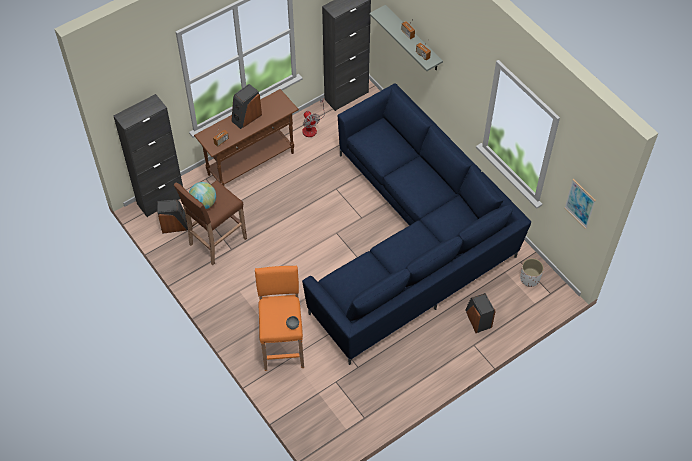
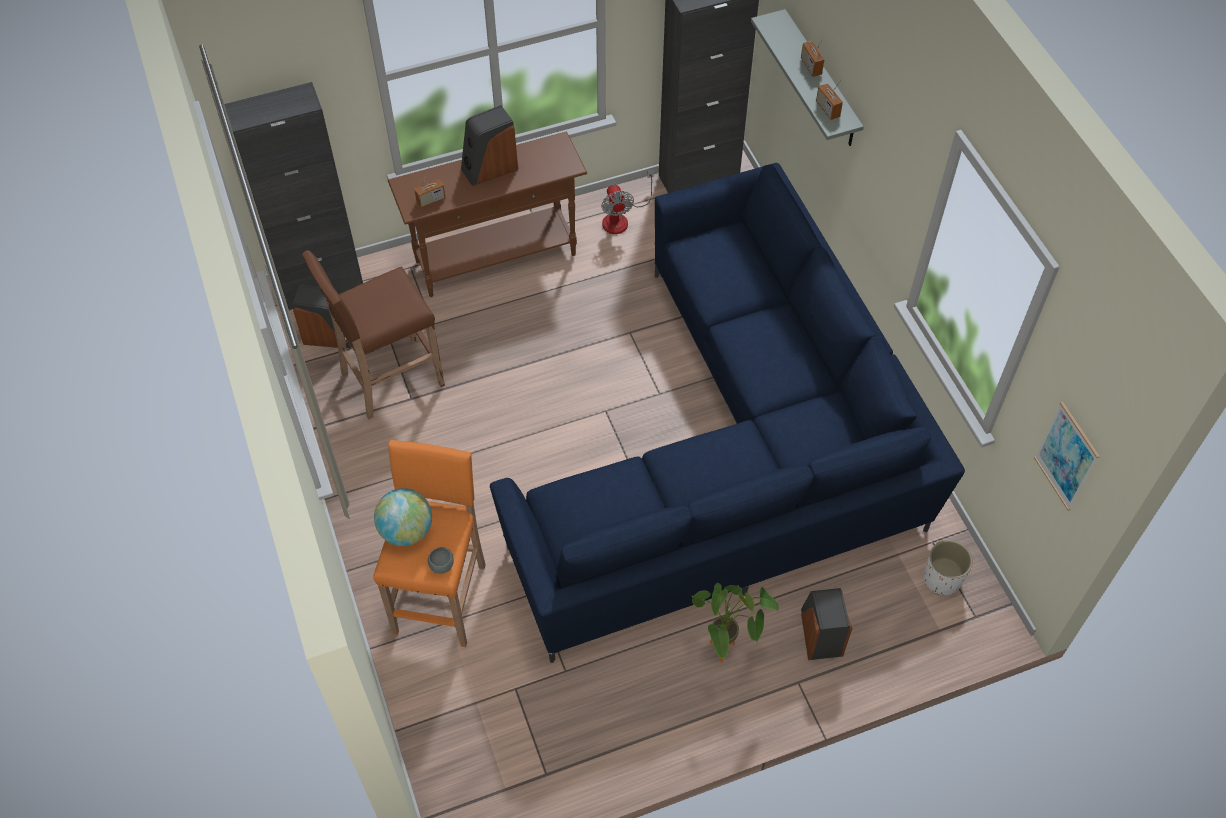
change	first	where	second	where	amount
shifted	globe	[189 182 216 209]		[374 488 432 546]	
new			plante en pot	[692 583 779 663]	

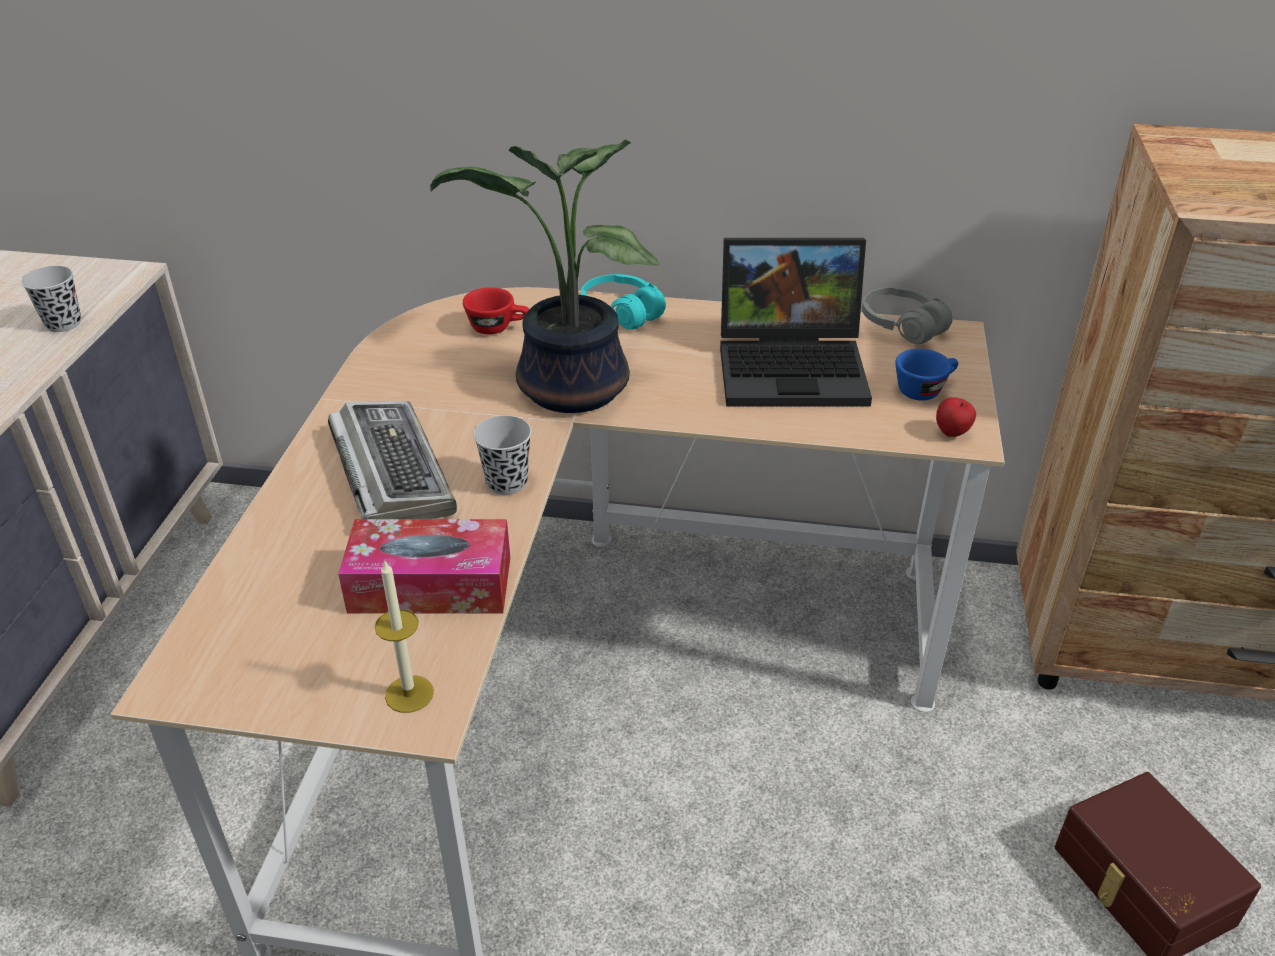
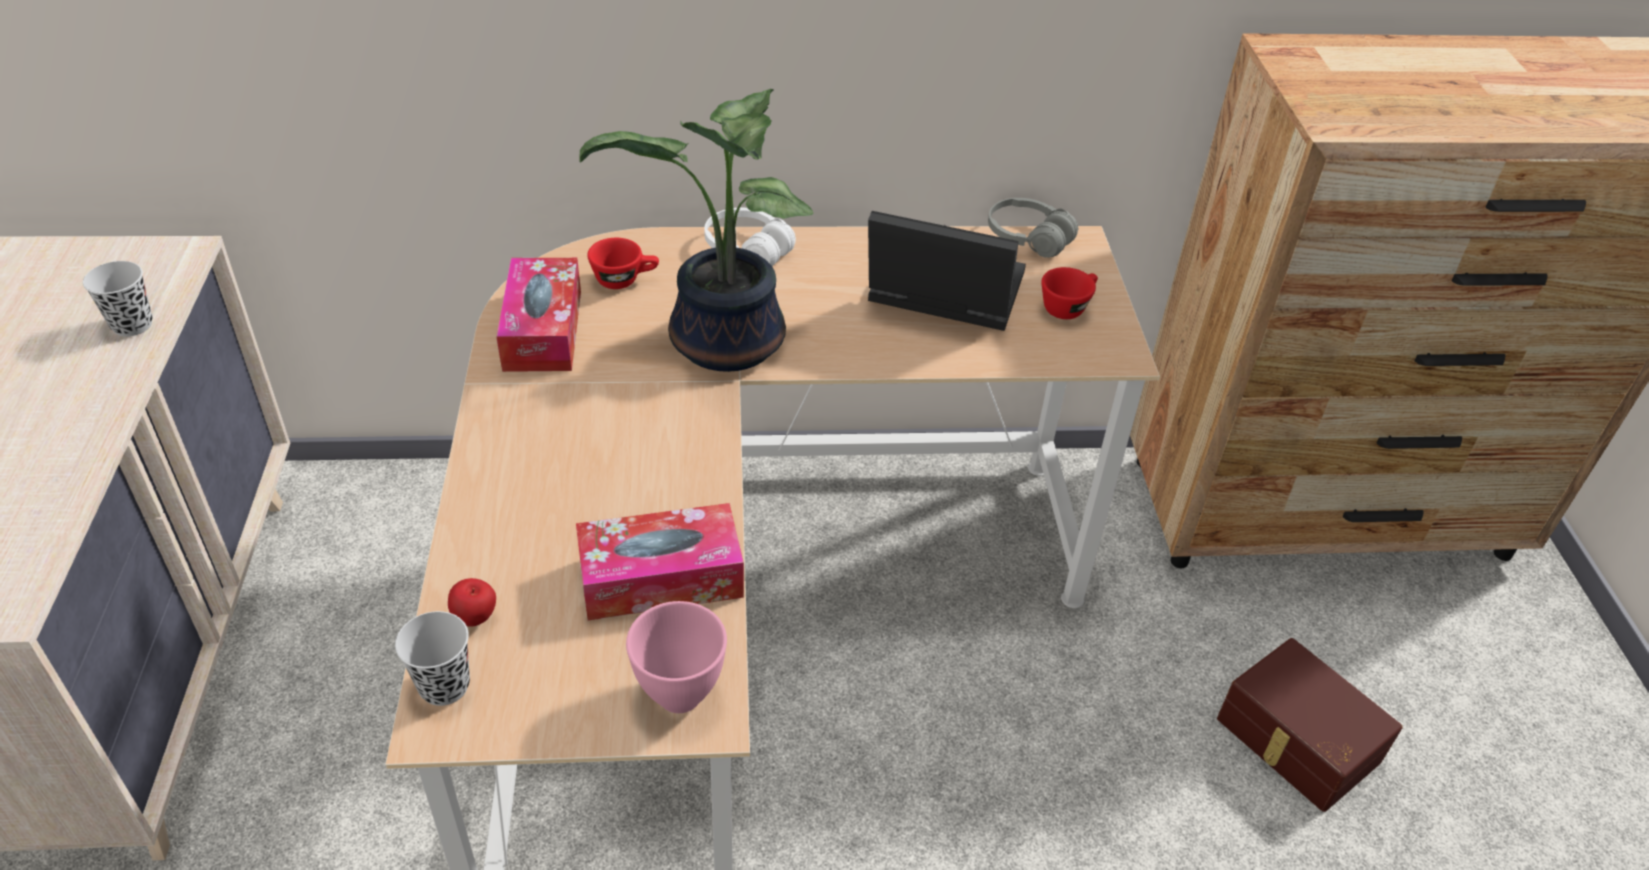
change	first	where	second	where	amount
gone	clavier	[328 401 457 519]			
swapped	bougie	[375 561 434 713]	bol [rose]	[626 601 727 713]	
shifted	tasse [noir]	[473 415 532 495]		[395 611 470 706]	
repainted	casque audio [turquoise]	[581 274 666 330]	casque audio [blanc]	[704 208 796 266]	
rotated	ordinateur portable	[720 238 872 406]		[868 211 1026 331]	150 degrees counterclockwise
repainted	tasse [bleu]	[895 349 958 401]	tasse [rouge]	[1042 267 1098 319]	
shifted	pomme	[936 397 976 437]		[448 578 496 627]	
new			boîte à mouchoirs	[496 258 581 372]	

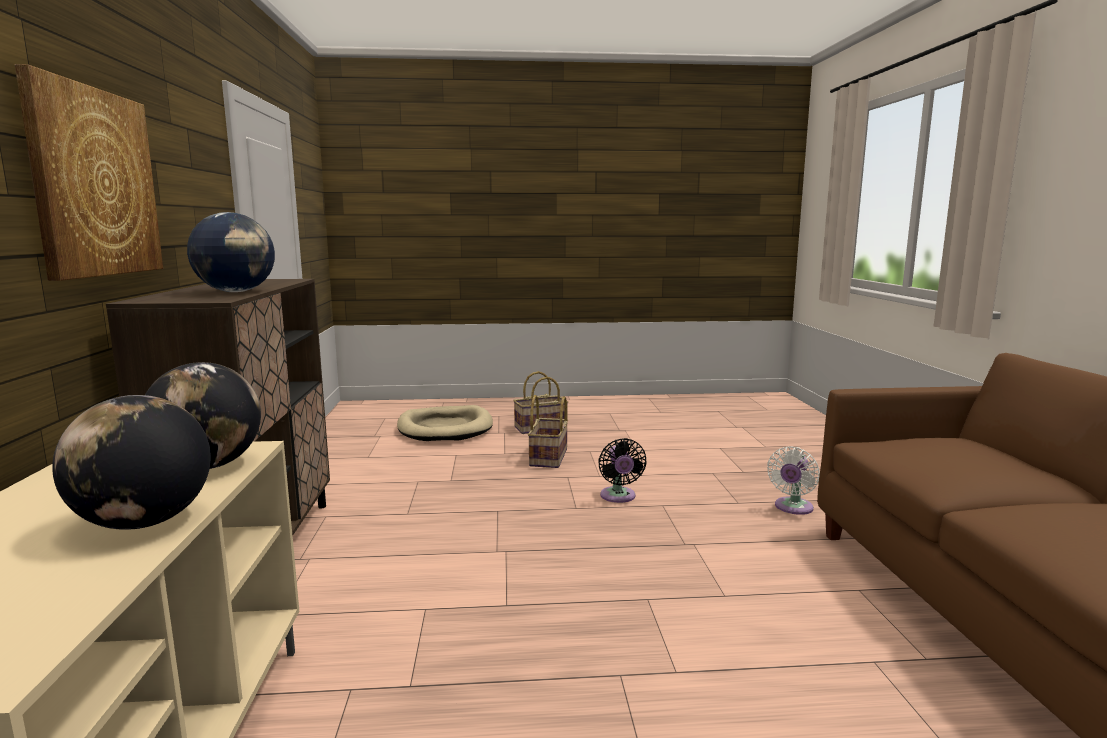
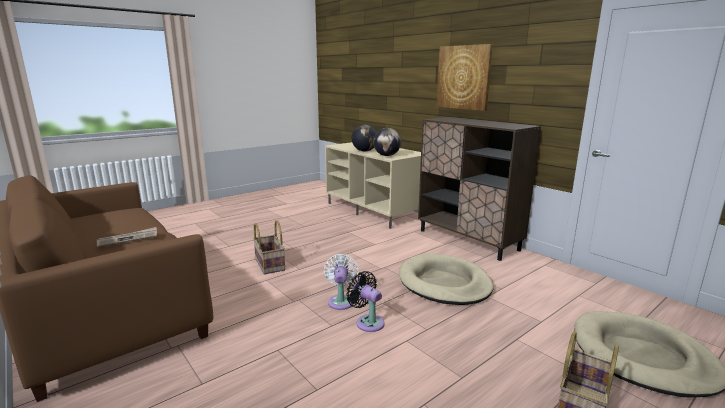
change	first	where	second	where	amount
gone	globe	[187 212 275 292]			
shifted	panier	[528 395 568 468]		[253 220 285 274]	
shifted	ventilateur [blanc]	[767 447 820 515]		[324 254 359 310]	
new			journal	[97 227 157 247]	
new			panier pour chien [beige]	[399 254 494 305]	

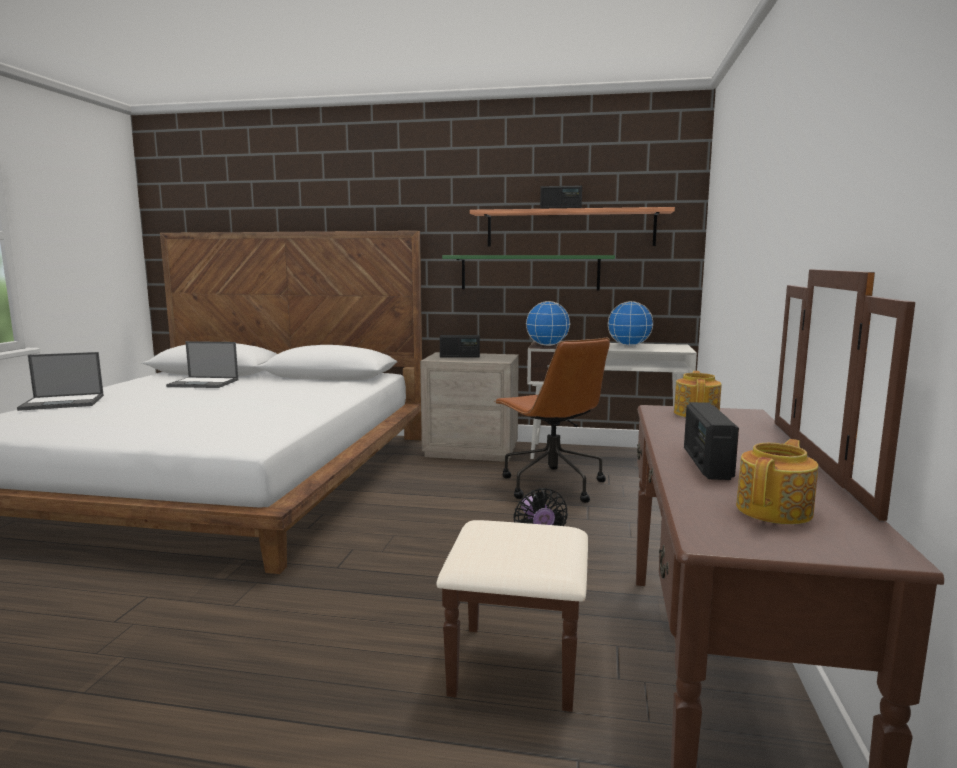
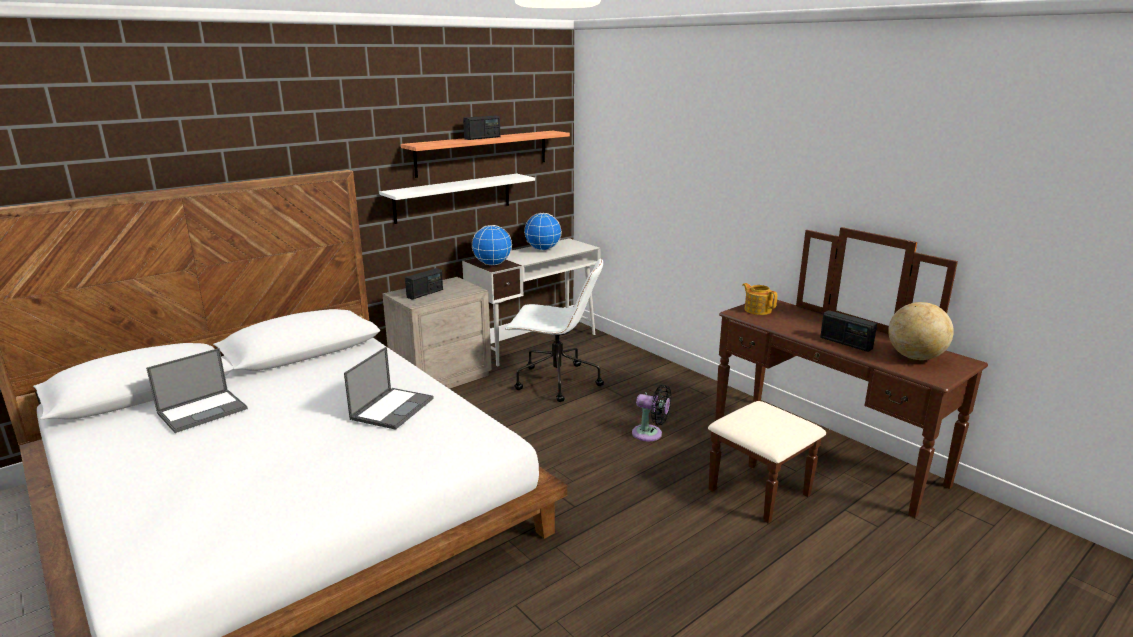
change	first	where	second	where	amount
shifted	ordinateur portable	[17 352 104 411]		[344 347 434 430]	
repainted	étagère [vert]	[442 255 615 290]	étagère [blanc]	[379 174 535 224]	
repainted	chaise de bureau [marron]	[494 338 610 503]	chaise de bureau [blanc]	[505 258 604 402]	
swapped	théière	[736 439 819 524]	globe	[888 302 954 360]	

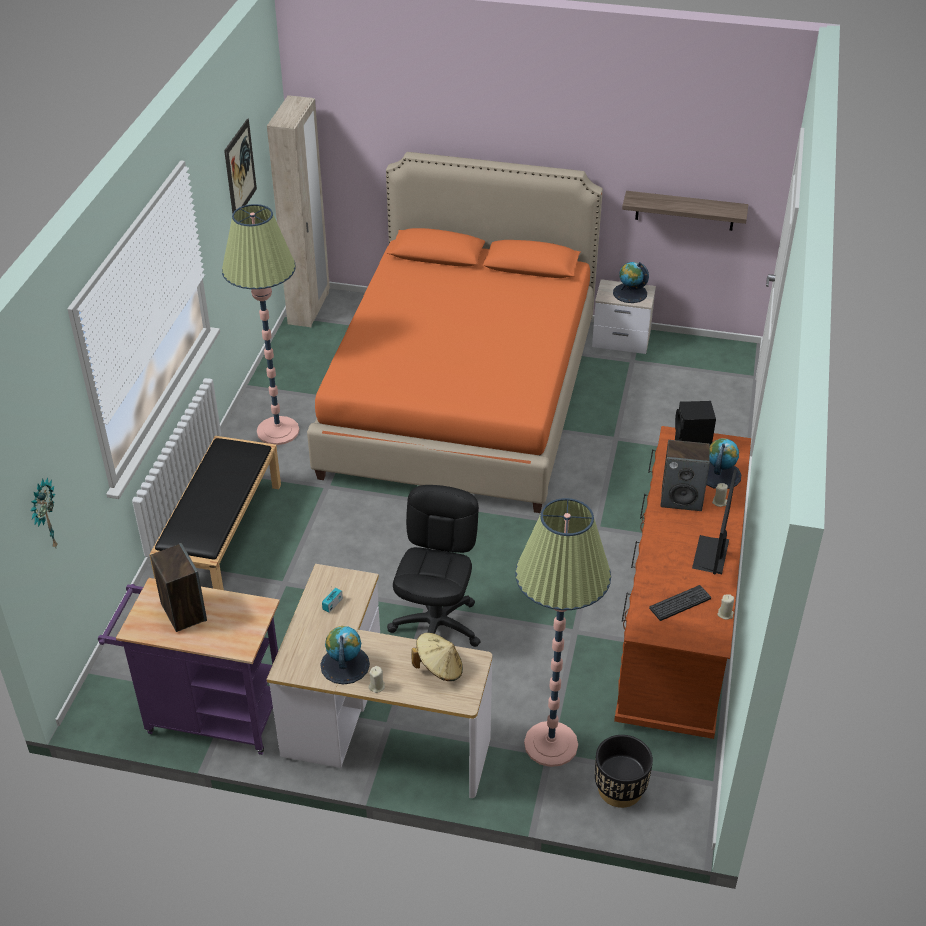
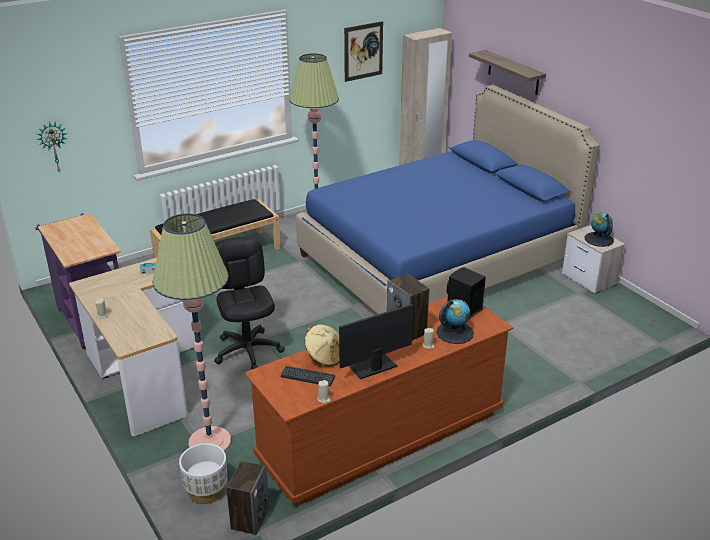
change	first	where	second	where	amount
shifted	enceinte	[150 543 207 632]		[226 461 269 535]	
repainted	lit [orange]	[307 152 603 513]	lit [bleu]	[296 85 600 314]	
gone	globe	[320 626 370 685]			
rotated	chaise de bureau [noir]	[387 485 480 647]		[214 237 285 370]	75 degrees counterclockwise
shifted	chapeau [beige]	[412 633 463 681]		[305 324 339 367]	
repainted	cache-pot [noir]	[595 735 653 808]	cache-pot [blanc]	[179 443 227 504]	
shifted	étagère	[622 191 748 231]		[469 50 546 95]	

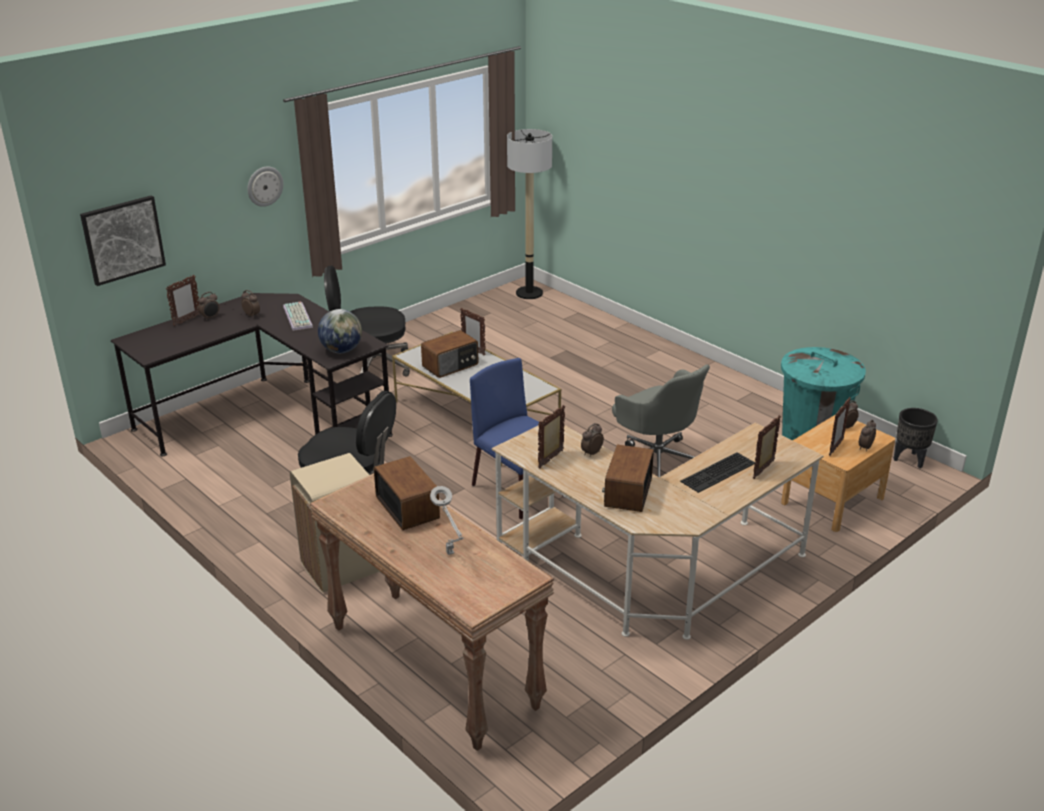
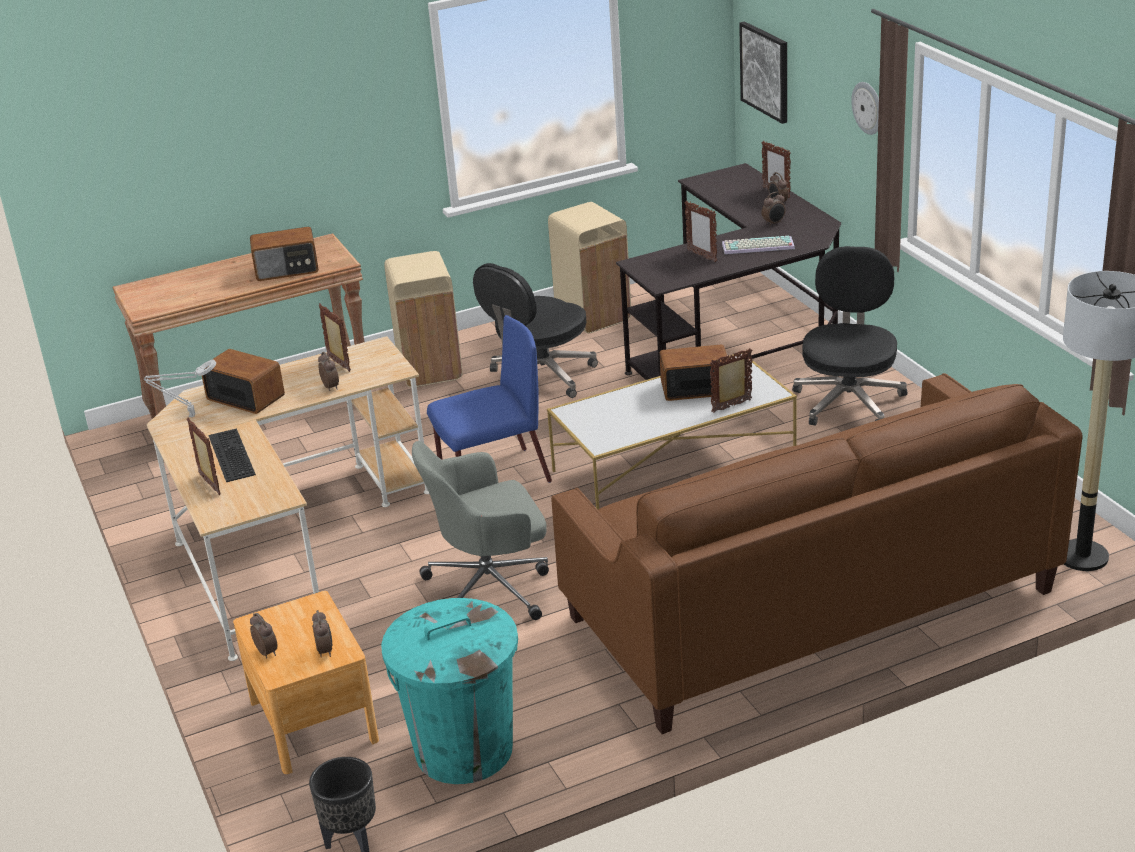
change	first	where	second	where	amount
gone	globe	[318 309 362 353]			
rotated	radio	[421 330 478 378]		[659 345 728 401]	105 degrees clockwise
shifted	lampe de table [gris]	[430 486 464 555]		[144 359 216 417]	
shifted	cadre photo	[829 397 851 456]		[685 201 717 262]	
new			poubelle [beige]	[548 202 631 333]	
new			canapé [marron]	[551 373 1082 734]	

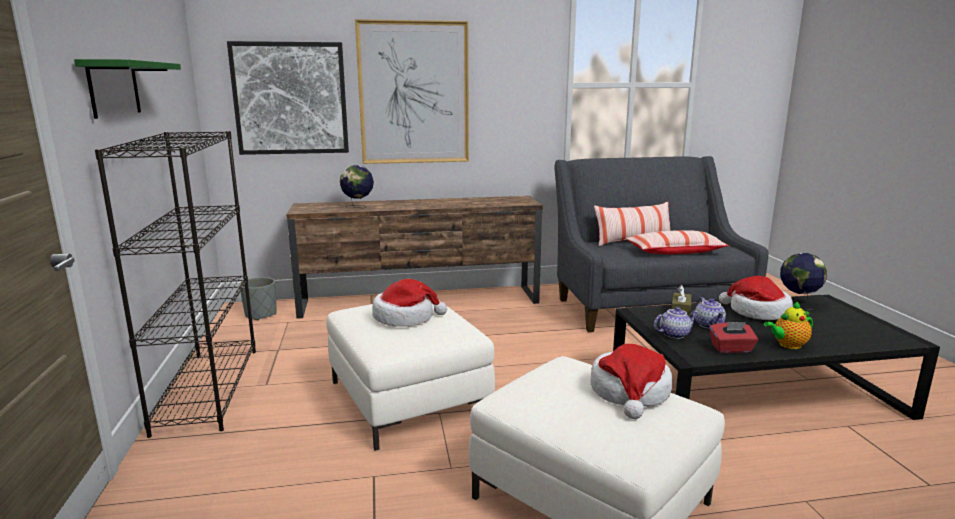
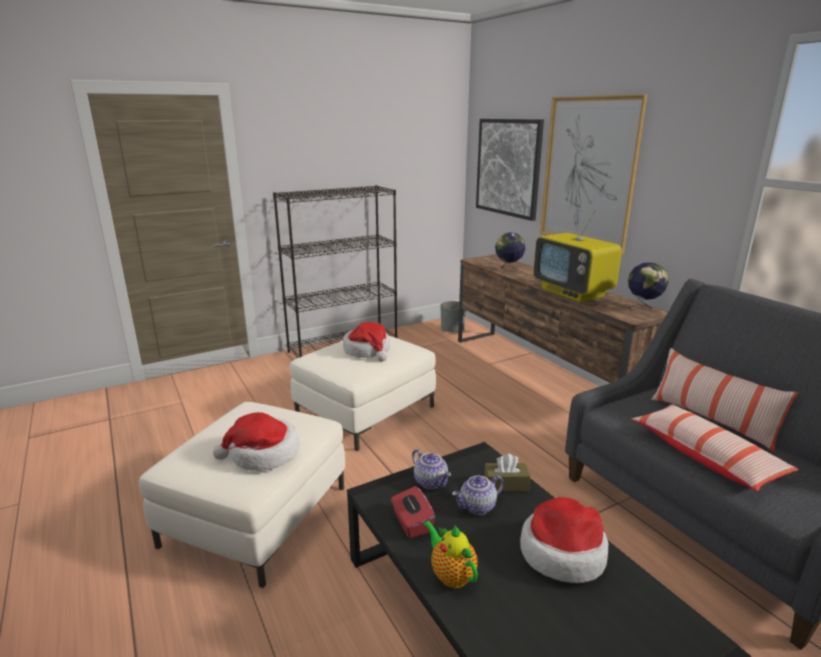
change	first	where	second	where	amount
gone	étagère [vert]	[74 59 181 119]			
shifted	globe	[780 253 827 310]		[628 262 668 312]	
new			téléviseur	[533 204 622 303]	

